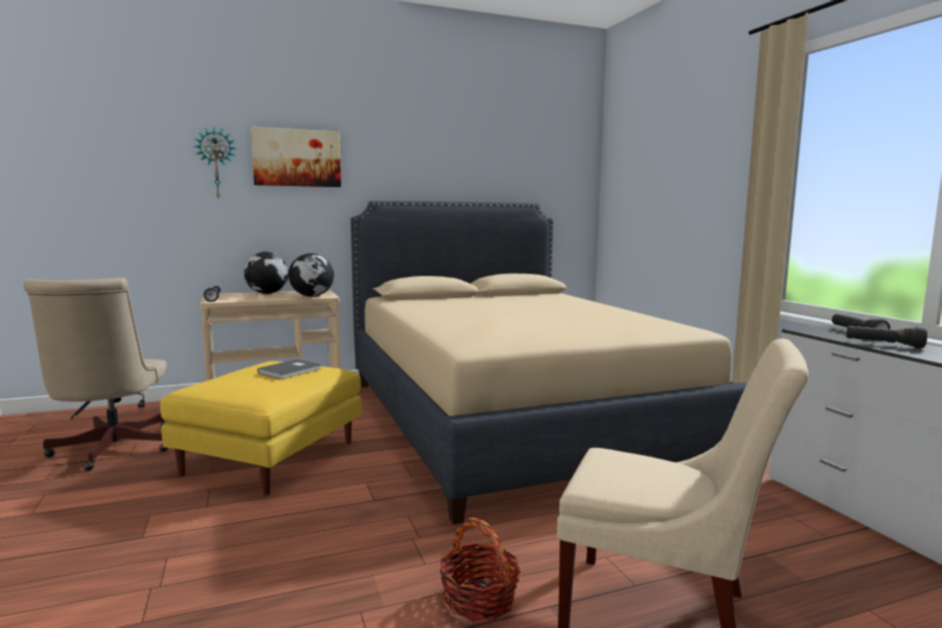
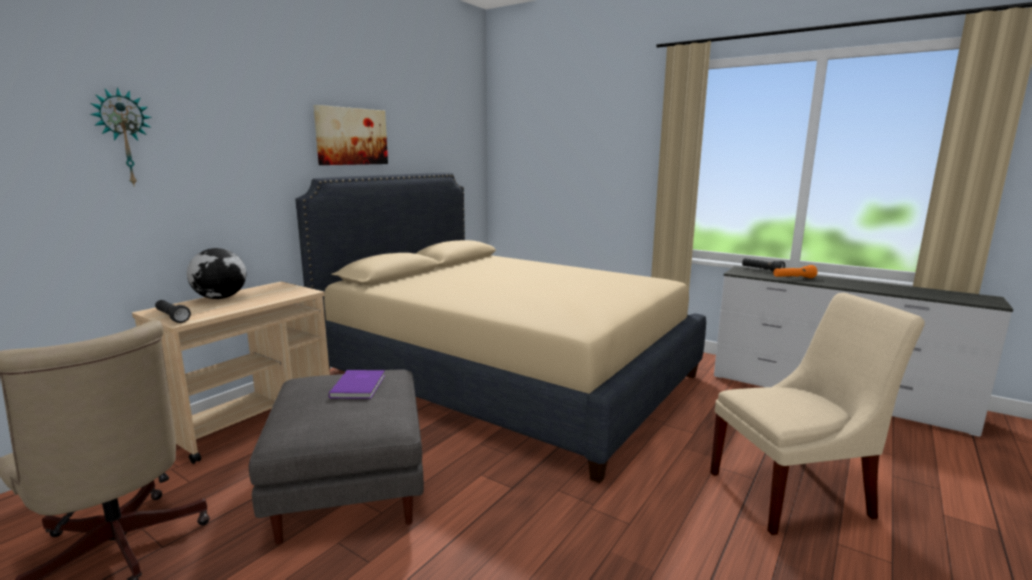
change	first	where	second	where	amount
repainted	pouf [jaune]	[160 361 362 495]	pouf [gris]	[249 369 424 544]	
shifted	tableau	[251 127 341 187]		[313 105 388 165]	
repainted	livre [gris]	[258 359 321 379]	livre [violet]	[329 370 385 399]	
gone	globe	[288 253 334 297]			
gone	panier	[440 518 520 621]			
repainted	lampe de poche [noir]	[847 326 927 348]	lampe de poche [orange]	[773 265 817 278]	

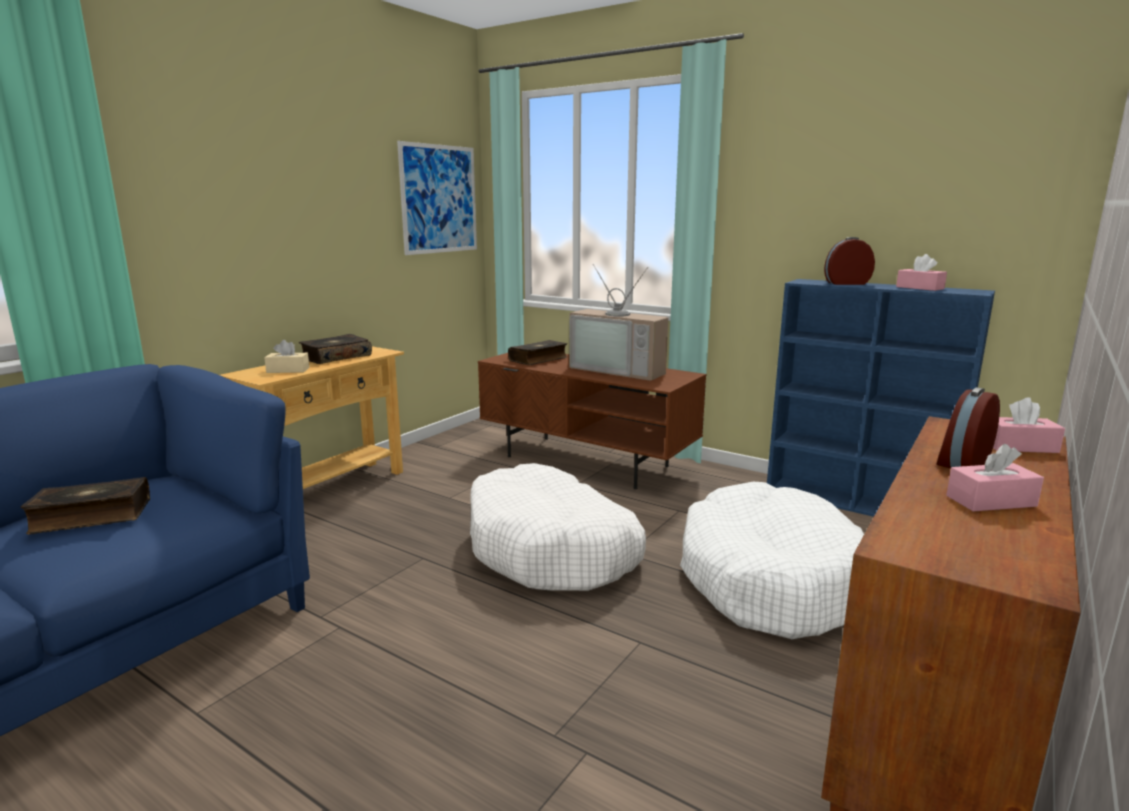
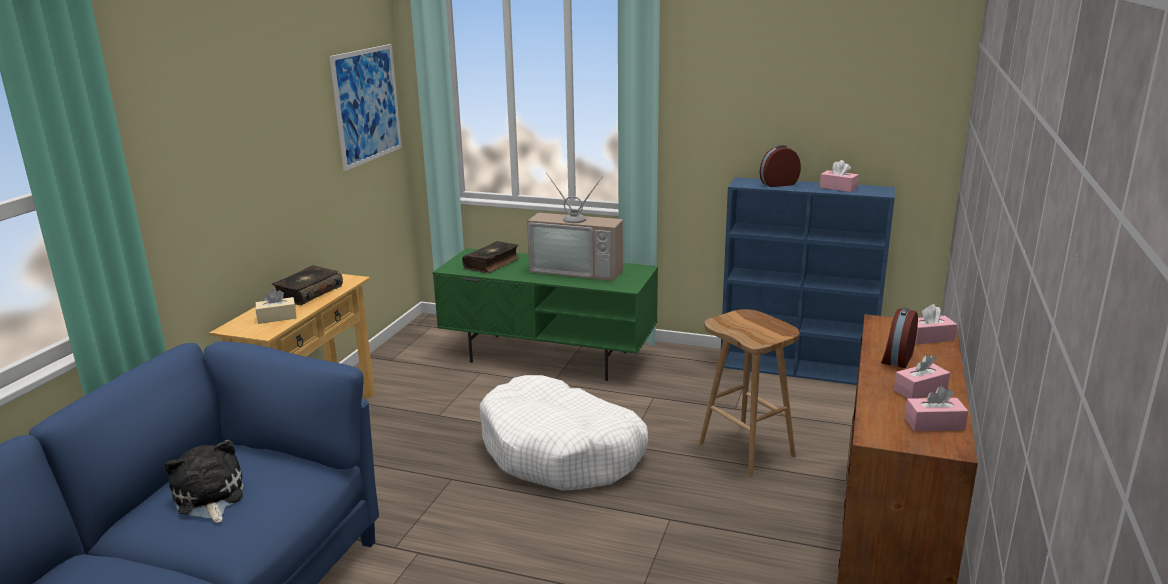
change	first	where	second	where	amount
swapped	livre	[21 477 150 535]	peluche	[165 440 244 523]	
repainted	meuble télé [marron]	[478 353 706 489]	meuble télé [vert]	[432 248 658 381]	
swapped	panier pour chien [blanc]	[680 482 864 639]	tabouret [marron]	[699 309 800 477]	
new			boîte à mouchoirs [rose]	[905 386 968 431]	

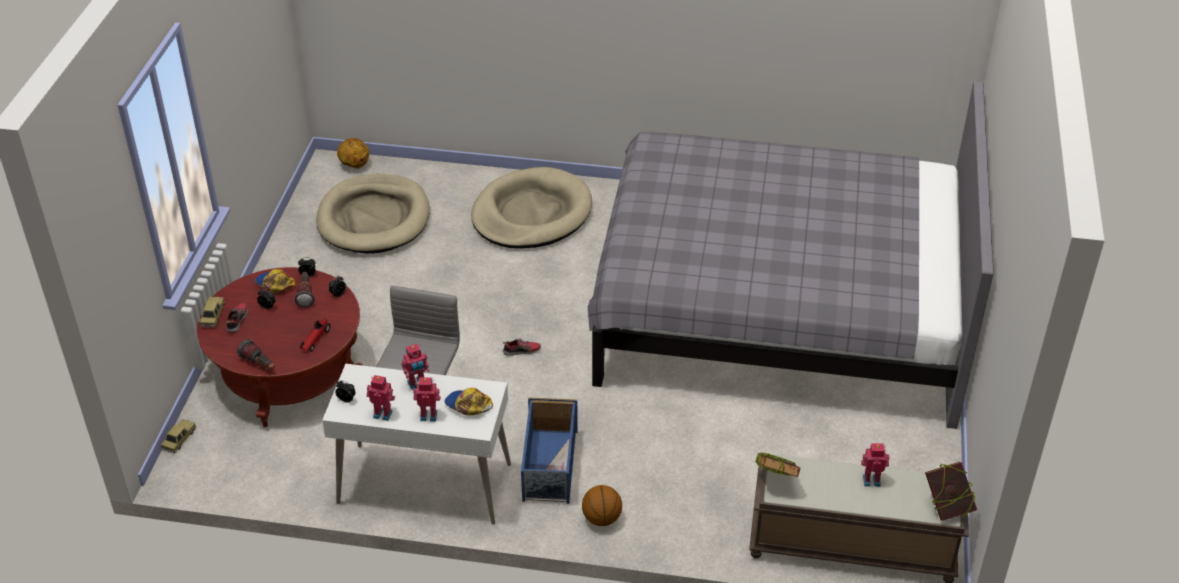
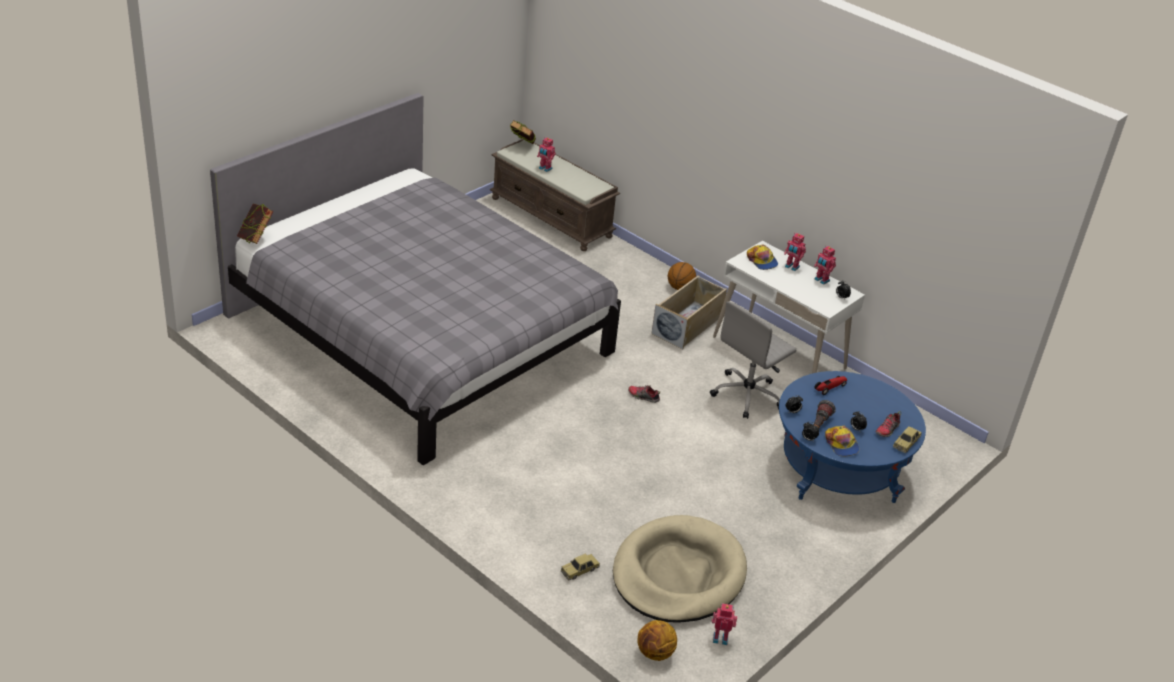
change	first	where	second	where	amount
shifted	petite voiture	[161 419 196 453]		[561 553 600 580]	
repainted	table basse [rouge]	[197 267 363 427]	table basse [bleu]	[779 371 926 503]	
gone	lampe de poche	[237 339 275 370]			
shifted	robot jouet	[401 344 429 390]		[712 603 737 645]	
gone	panier pour chien [beige]	[471 167 592 248]			
repainted	boîte de rangement [bleu]	[521 397 578 504]	boîte de rangement [beige]	[651 276 727 349]	
shifted	livre	[755 453 800 477]		[237 204 273 244]	

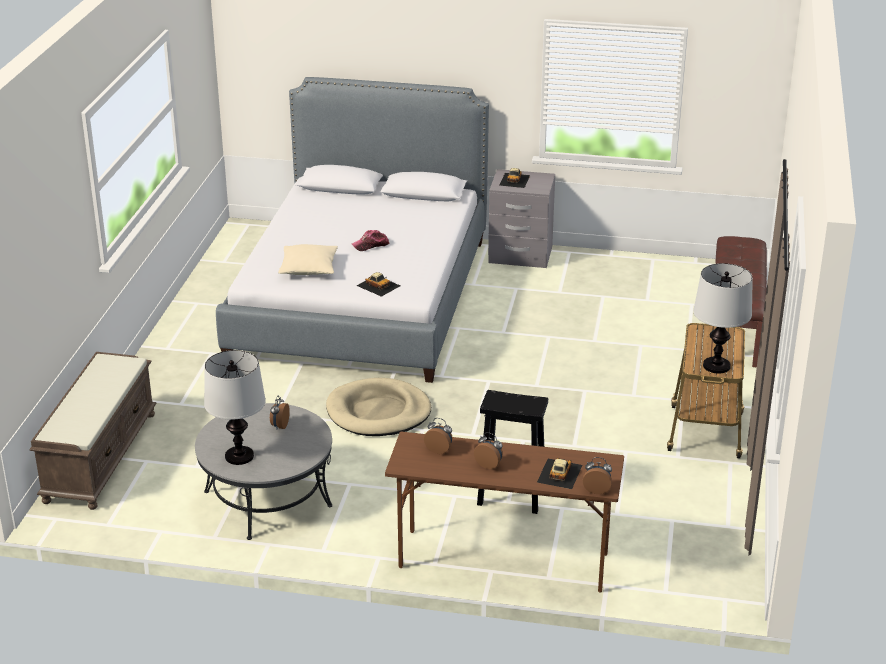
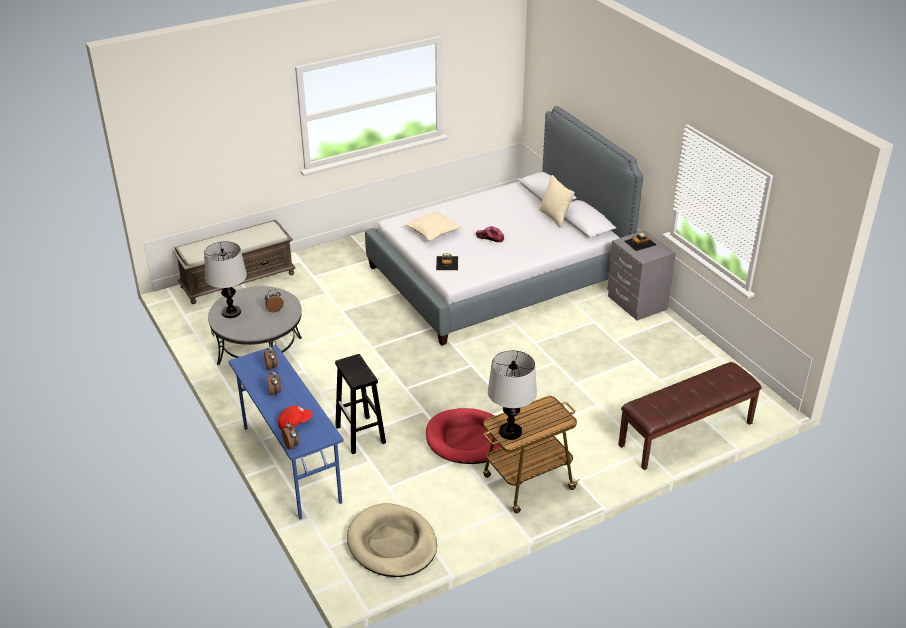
change	first	where	second	where	amount
shifted	panier pour chien [beige]	[326 378 431 436]		[347 503 437 577]	
repainted	bureau [marron]	[385 432 624 592]	bureau [bleu]	[229 345 343 520]	
swapped	petite voiture	[537 458 582 489]	casquette [rouge]	[278 405 312 430]	
new			panier pour chien [rouge]	[426 408 502 464]	
new			coussin [beige]	[539 175 575 228]	

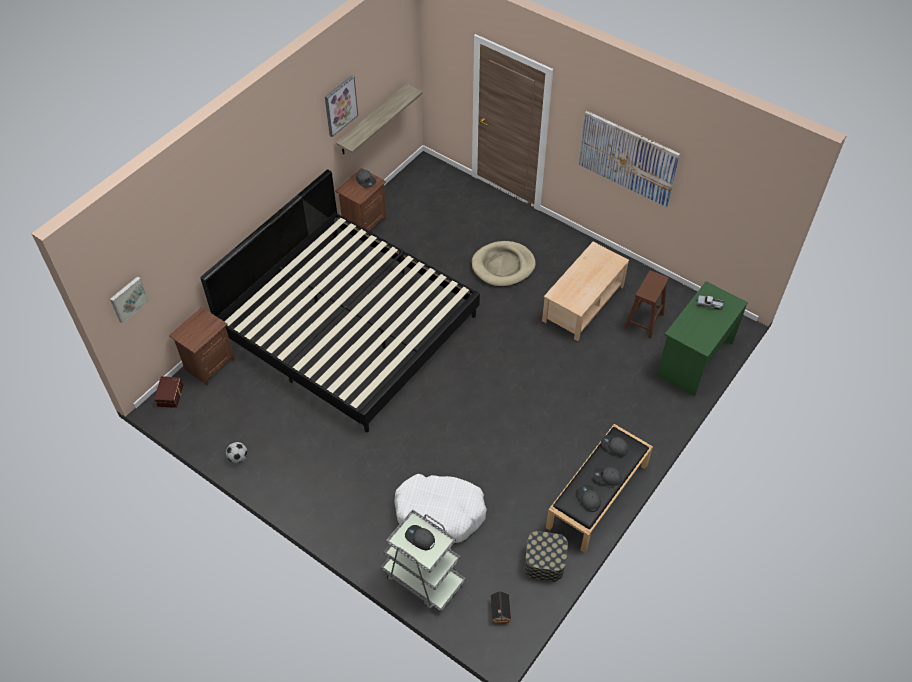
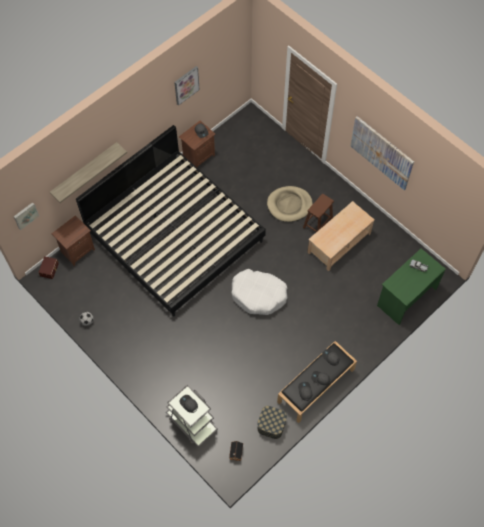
change	first	where	second	where	amount
shifted	étagère	[336 84 423 154]		[50 142 127 203]	
shifted	panier pour chien [blanc]	[394 474 487 543]		[231 269 288 315]	
shifted	tabouret [marron]	[624 270 669 339]		[303 193 334 232]	

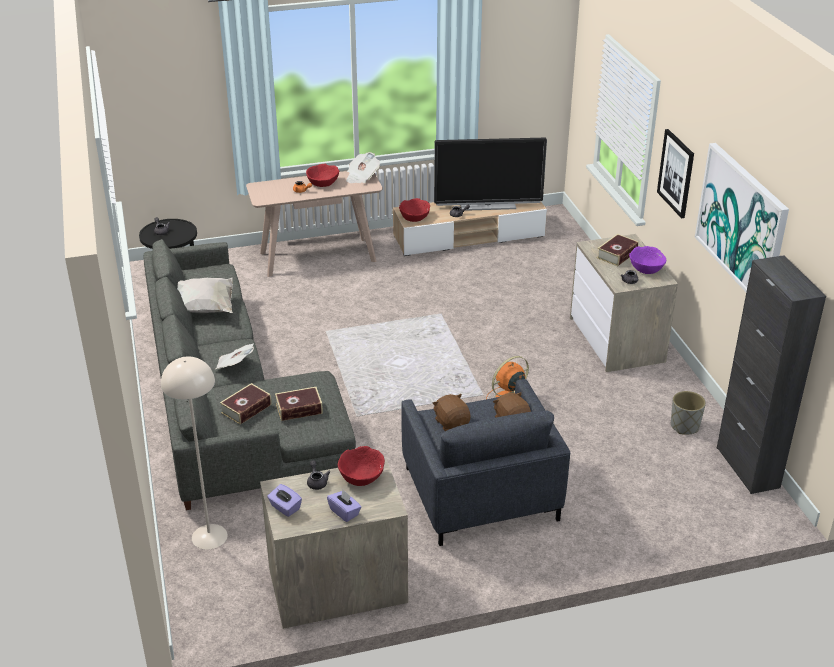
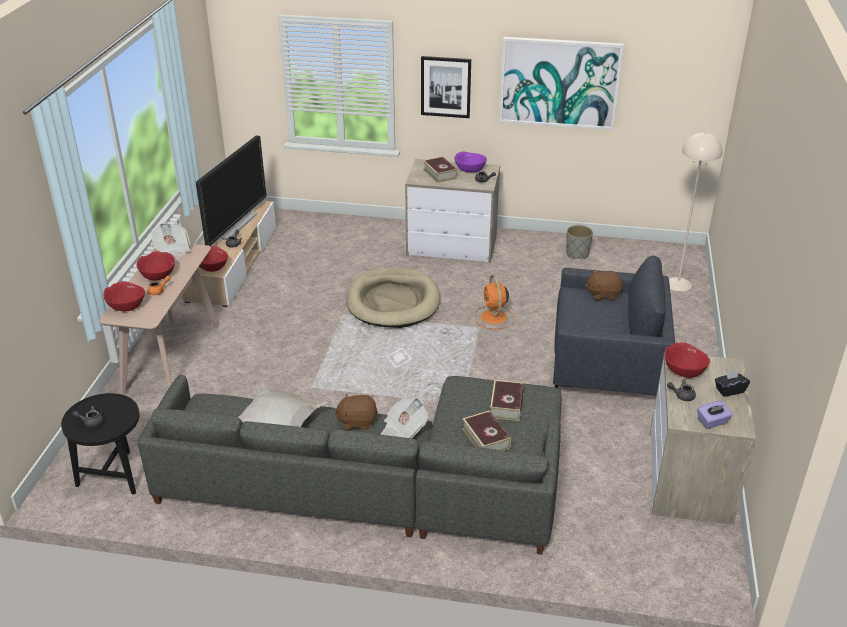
change	first	where	second	where	amount
shifted	lampadaire [beige]	[161 356 228 550]		[669 132 723 291]	
repainted	boîte à mouchoirs [violet]	[327 490 361 522]	boîte à mouchoirs [noir]	[715 370 750 397]	
shifted	peluche [marron]	[432 394 471 431]		[334 393 378 430]	
gone	meuble de rangement [noir]	[717 255 826 494]			
new			bol [rouge]	[104 281 145 311]	
new			panier pour chien [beige]	[346 268 440 328]	

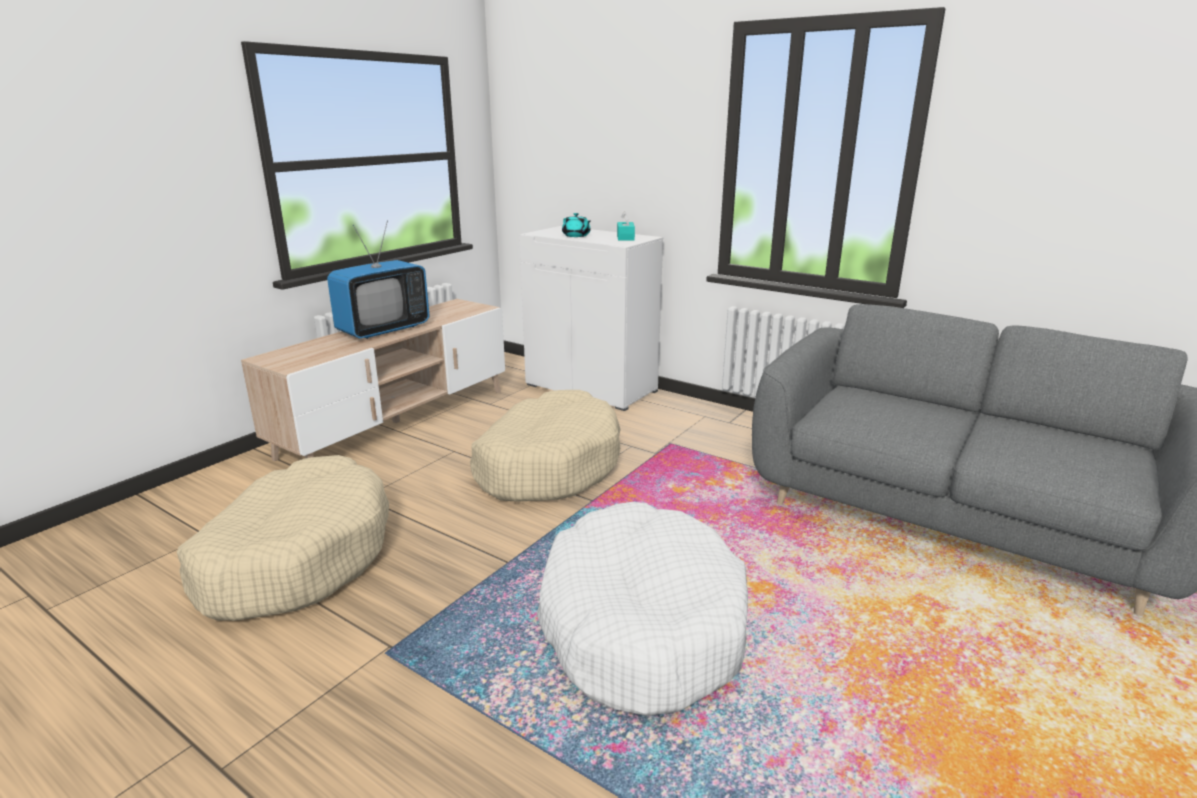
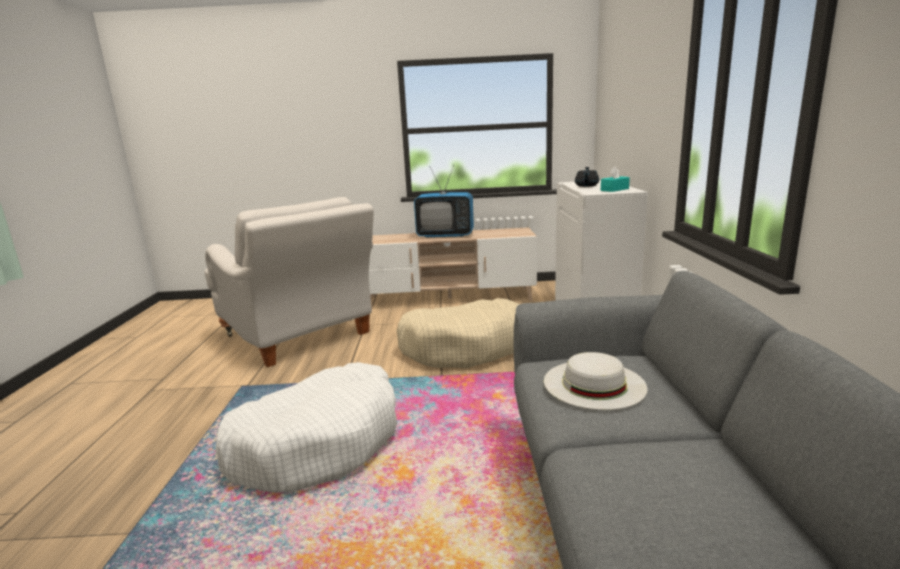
change	first	where	second	where	amount
swapped	panier pour chien [beige]	[177 455 389 621]	fauteuil [blanc]	[204 197 374 367]	
repainted	théière [turquoise]	[562 213 591 237]	théière [noir]	[575 167 599 187]	
new			chapeau [blanc]	[544 352 647 410]	

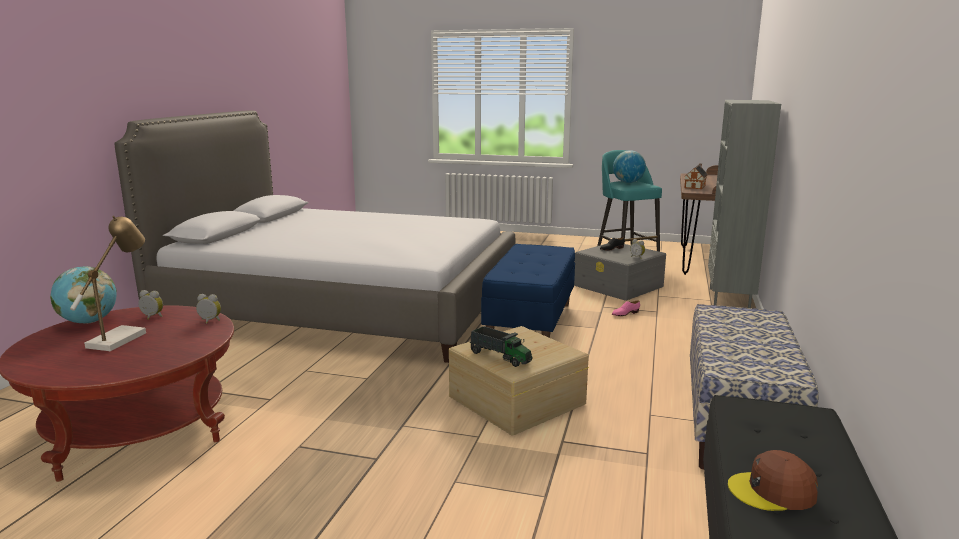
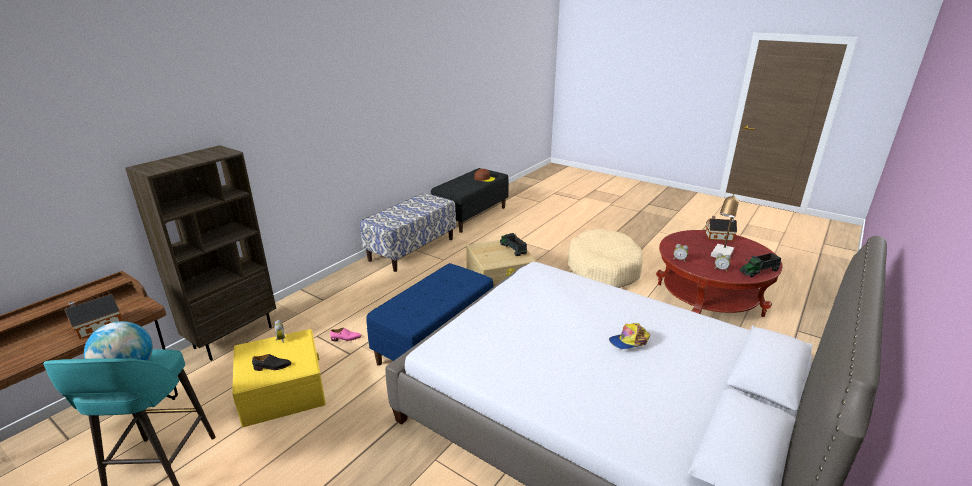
change	first	where	second	where	amount
swapped	globe	[50 266 117 324]	camion jouet	[740 253 781 278]	
repainted	boîte de rangement [gris]	[574 244 666 301]	boîte de rangement [jaune]	[232 329 326 427]	
repainted	bibliothèque [gris]	[708 100 781 308]	bibliothèque [marron]	[125 145 276 361]	
new			panier pour chien [beige]	[567 228 643 288]	
new			casquette	[609 323 650 349]	
new			maison miniature	[705 216 737 241]	

